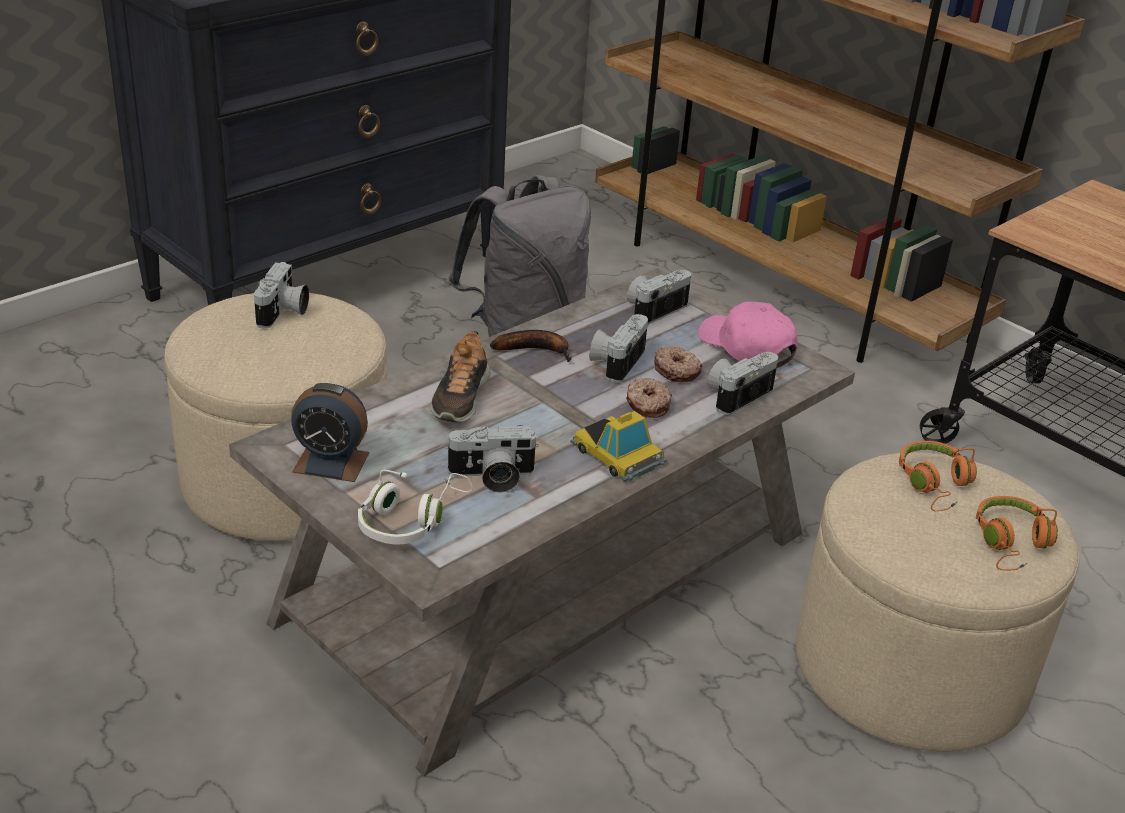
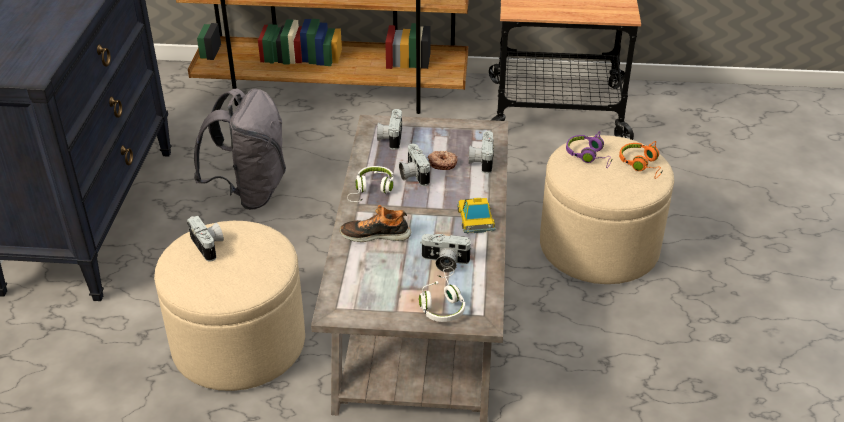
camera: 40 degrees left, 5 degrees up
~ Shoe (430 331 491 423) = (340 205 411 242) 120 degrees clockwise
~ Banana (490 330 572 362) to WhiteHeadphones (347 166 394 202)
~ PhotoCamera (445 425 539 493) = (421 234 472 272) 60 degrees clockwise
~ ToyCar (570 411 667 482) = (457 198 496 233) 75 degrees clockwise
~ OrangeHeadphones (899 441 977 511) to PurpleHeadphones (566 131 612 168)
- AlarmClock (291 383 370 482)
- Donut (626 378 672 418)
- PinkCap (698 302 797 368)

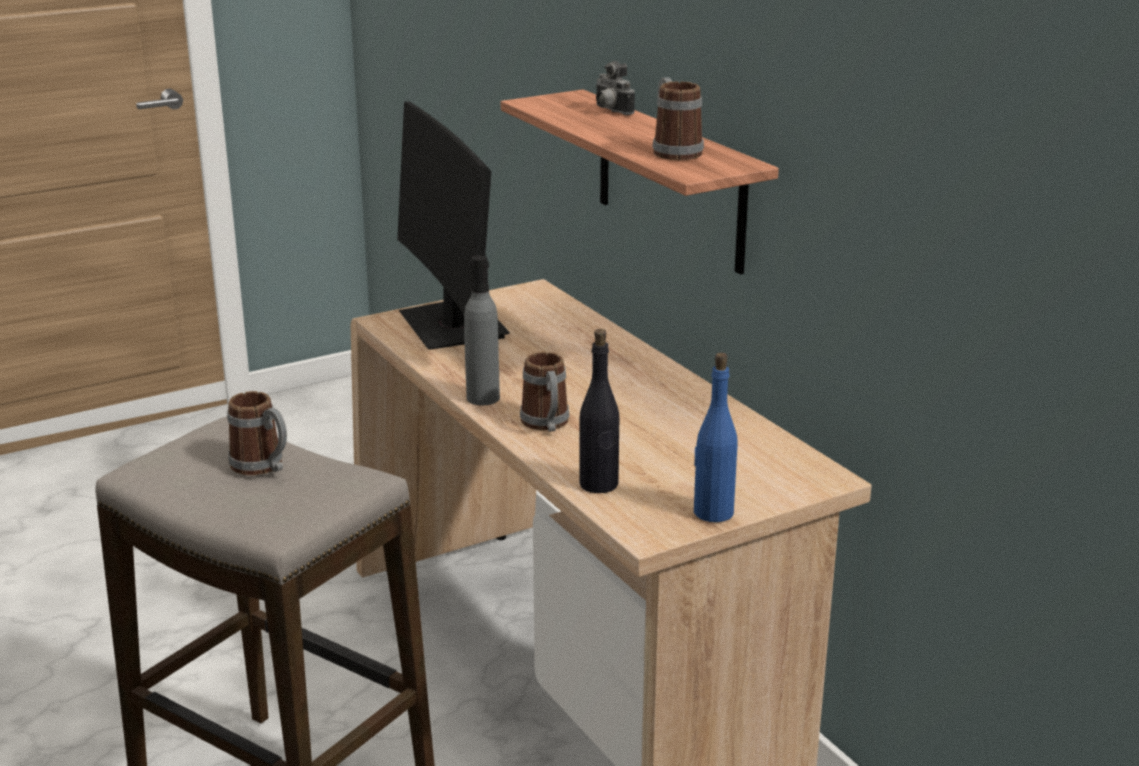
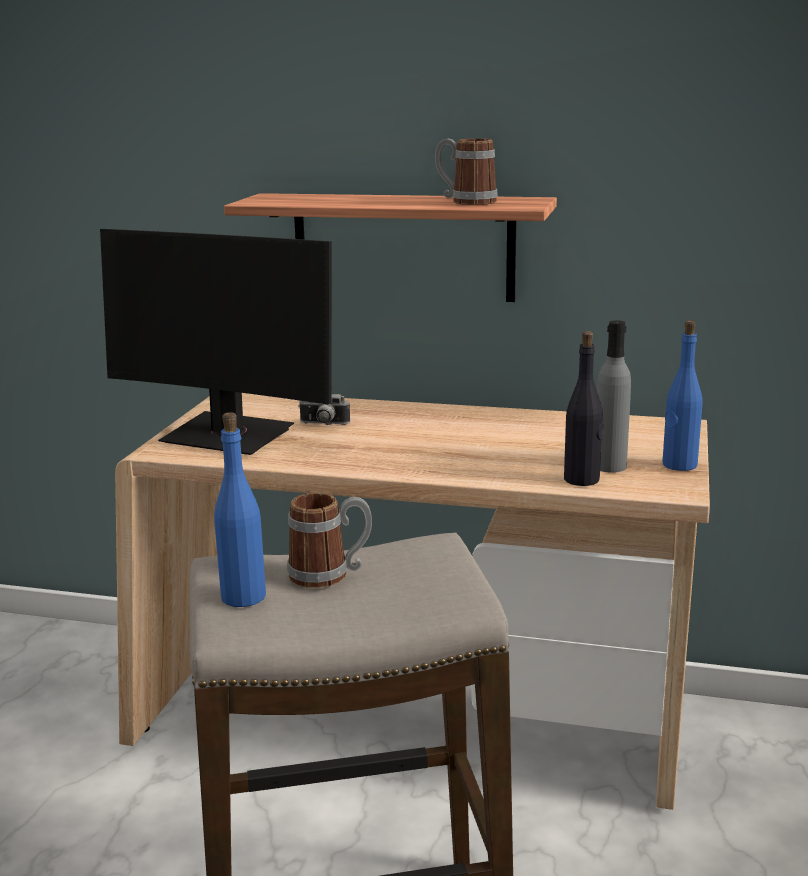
camera: 45 degrees left, 5 degrees down
+ BlueBottle (214 412 266 607)
~ PhotoCamera (596 61 635 115) to (298 383 350 425)
~ GreyBottle (464 255 500 405) to (597 320 631 473)
- Mug (520 352 570 432)

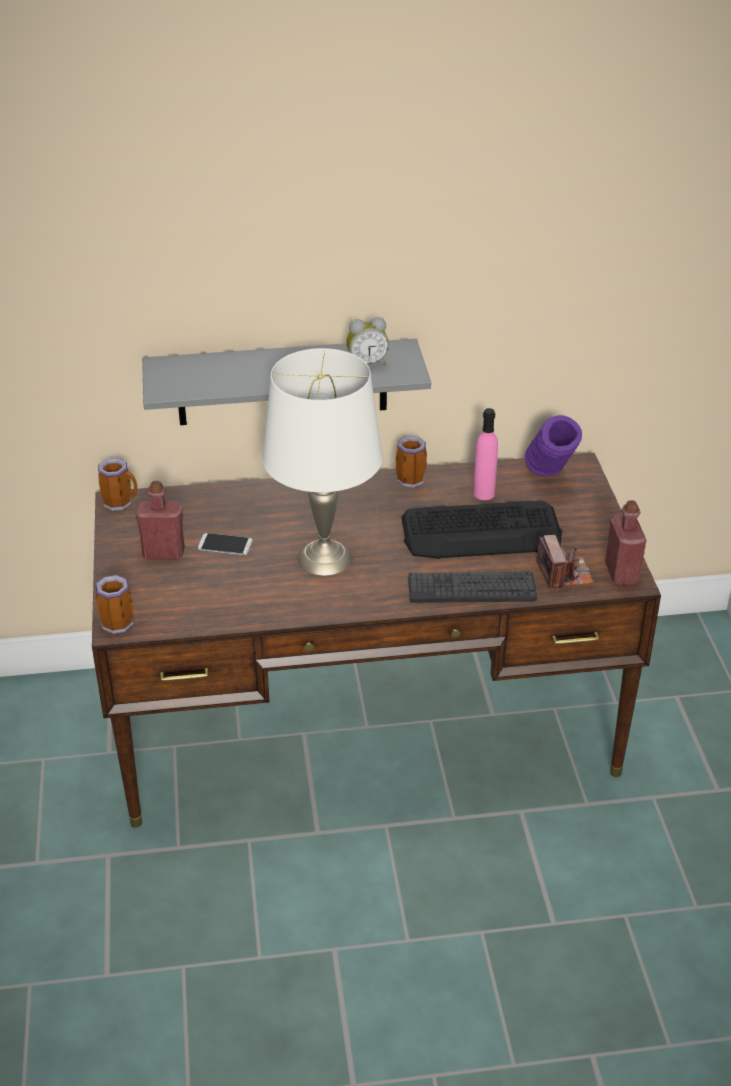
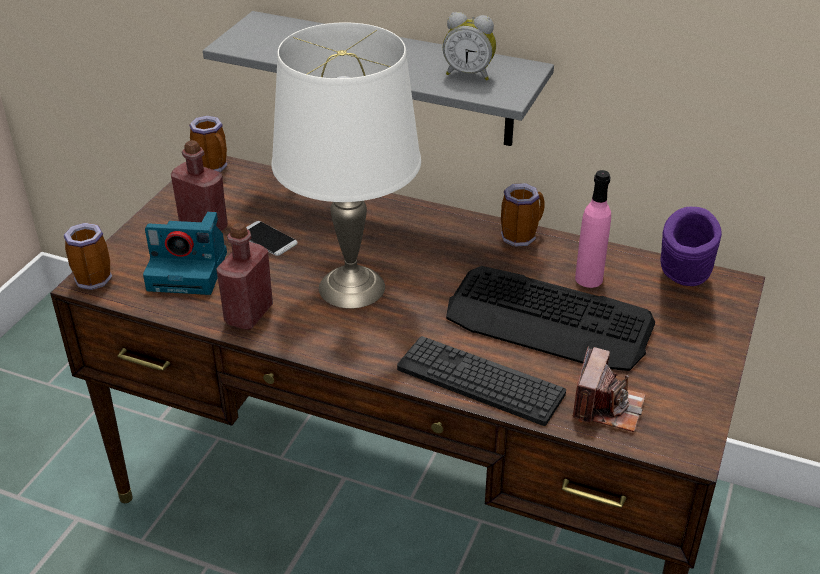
camera: 30 degrees right, 0 degrees up
+ PhotoCamera (143 212 227 295)
~ RedBottle (605 500 646 585) to (216 223 273 330)

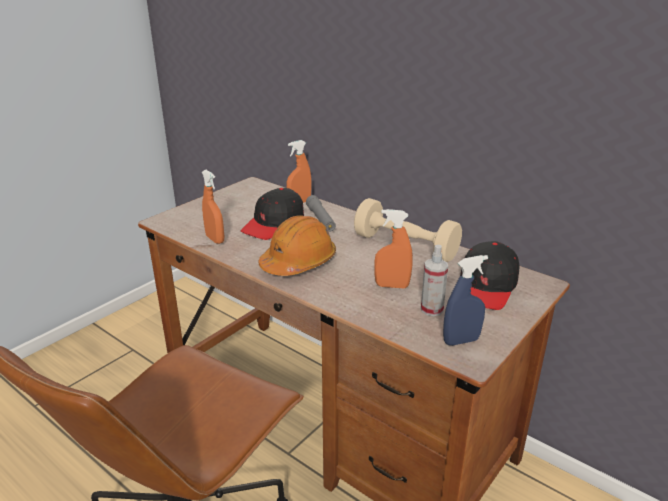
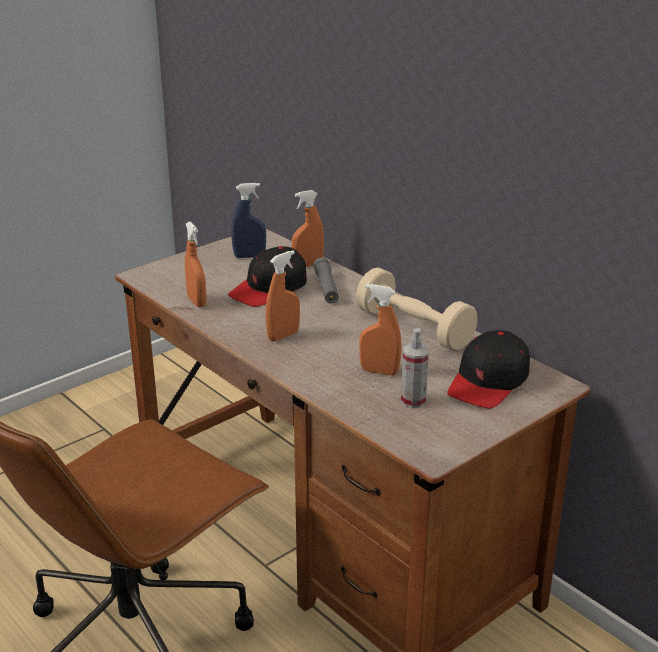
camera: 10 degrees right, 0 degrees up
~ BlueSprayBottle (443 255 488 346) to (231 183 266 258)
~ OrangeHardHat (258 215 336 276) to OrangeSprayBottle (266 250 300 341)

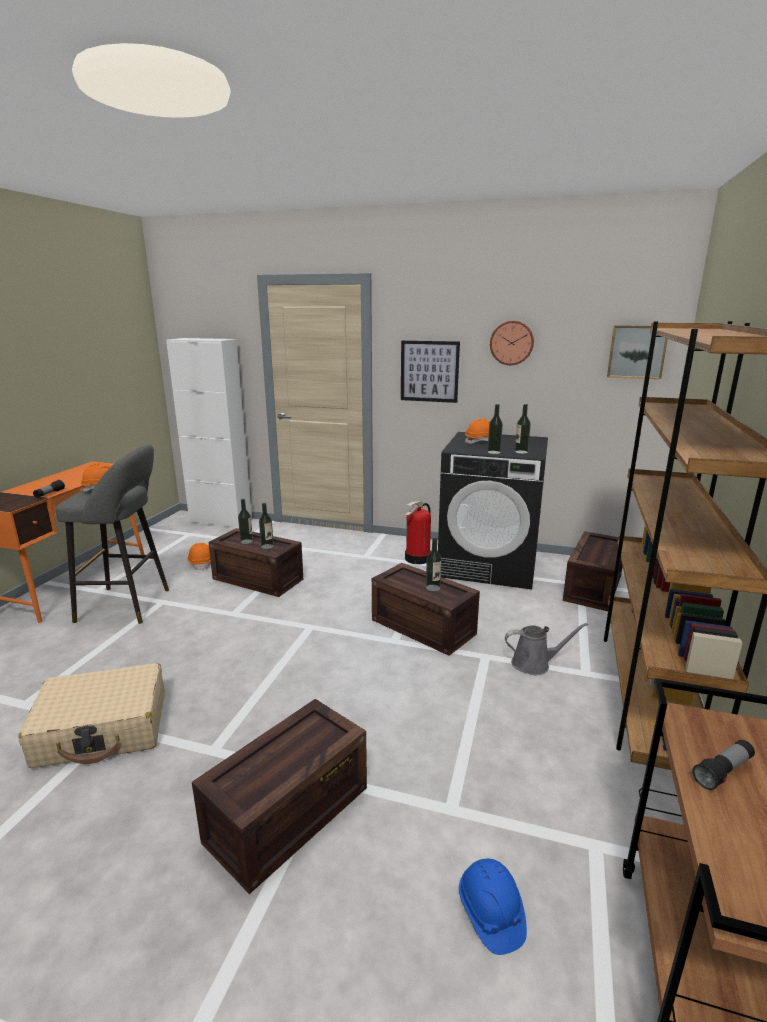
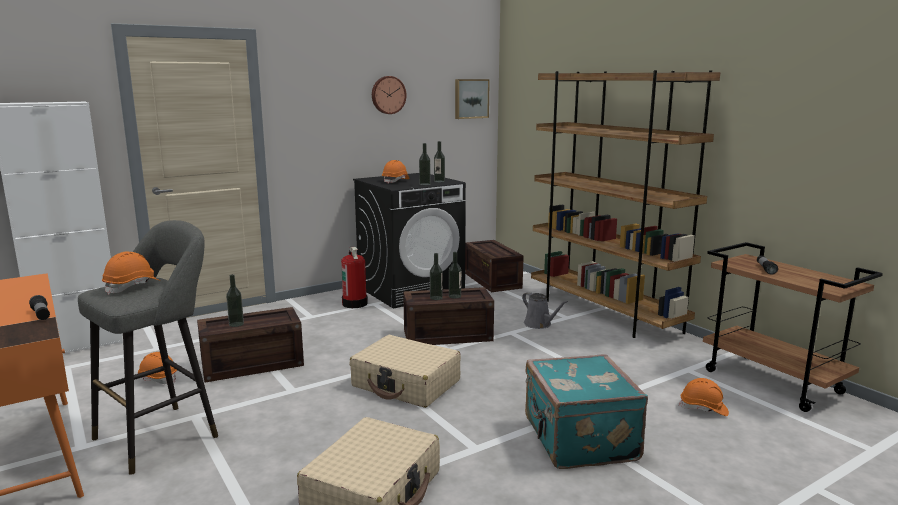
camera: 50 degrees left, 5 degrees down
+ BeigeSuitcase (349 335 461 408)
~ Bottle (259 503 274 549) to (430 253 443 300)
~ GreyWateringCan (505 623 588 675) = (522 292 568 329) 105 degrees clockwise
~ Crate (192 699 367 894) to TurquoiseSuitcase (525 354 648 469)
~ BlueHardHat (459 859 527 955) to OrangeHardHat (679 378 729 416)
- Picture (401 341 460 403)

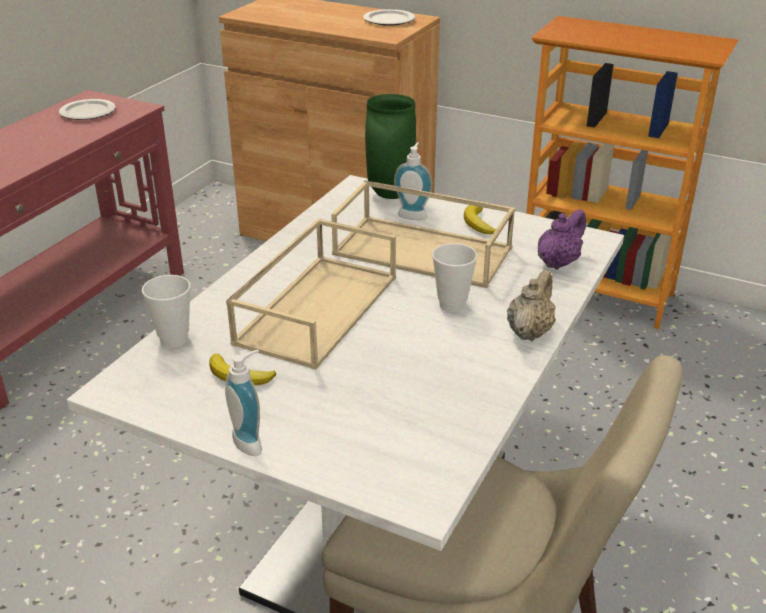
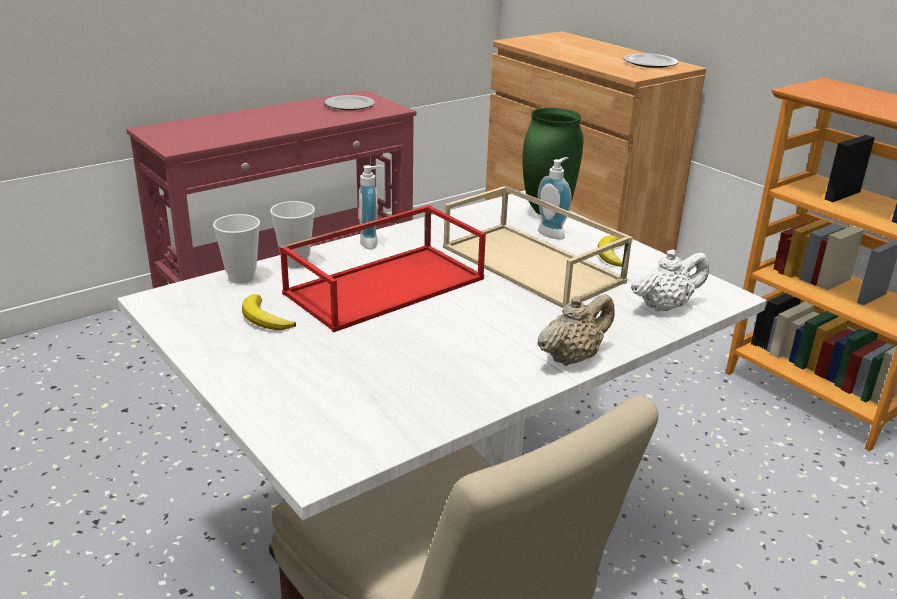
camera: 25 degrees right, 5 degrees down
~ Cup (432 243 478 312) to (270 201 315 268)
~ BeigeTray (226 218 396 370) to RedTray (279 205 486 332)
~ SoapDispenser (225 350 262 456) to (359 165 385 249)
~ PurpleTeapot (538 209 586 270) to WhiteTeapot (631 250 709 312)

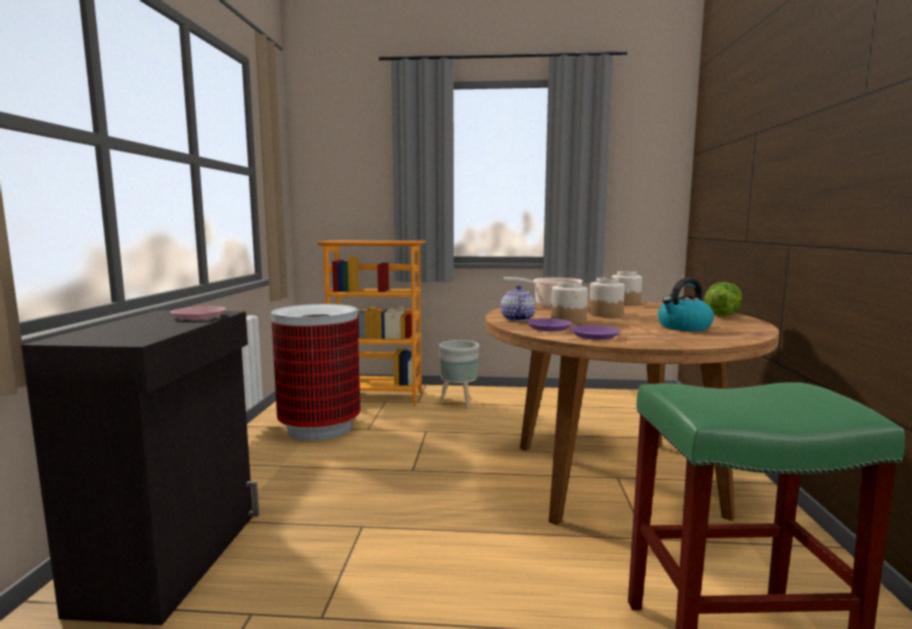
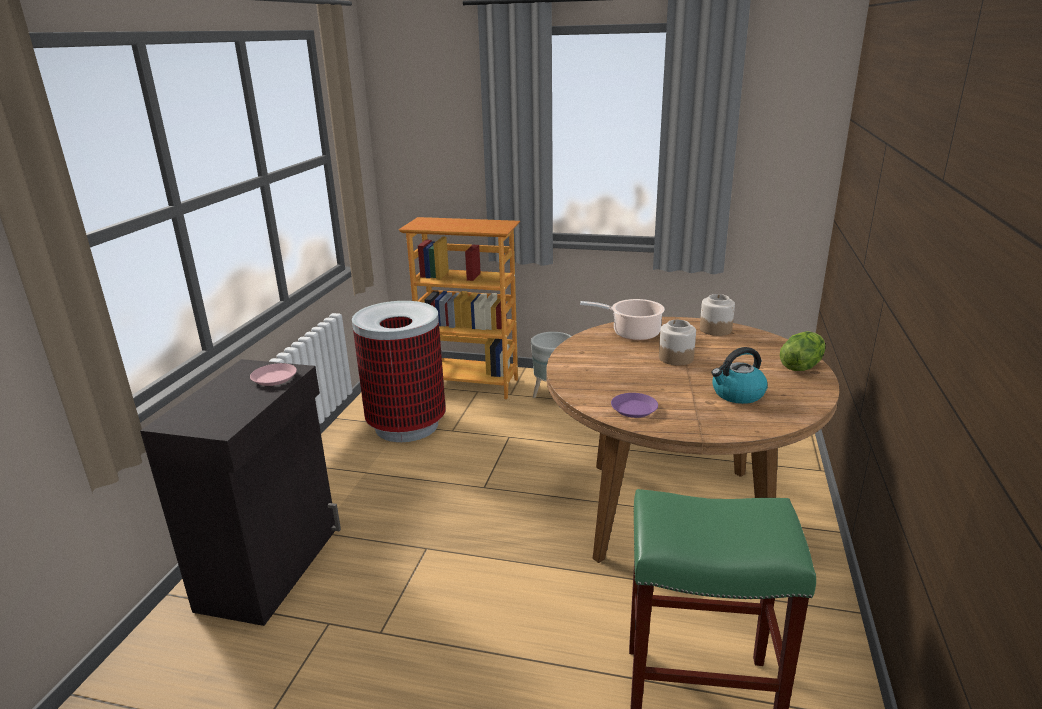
camera: 10 degrees right, 15 degrees up
- Teapot (501 285 536 321)
- PurplePlate (527 318 573 332)
- Jar (551 281 588 324)

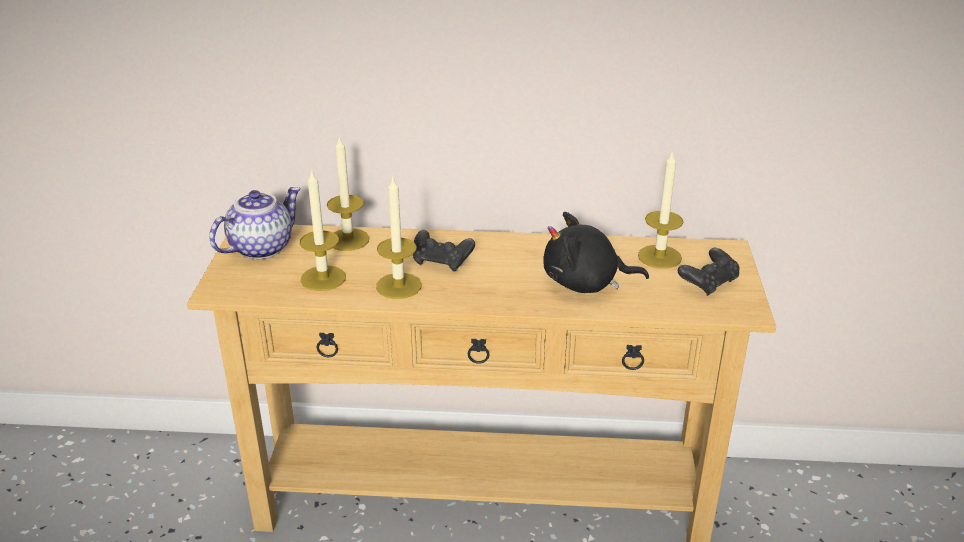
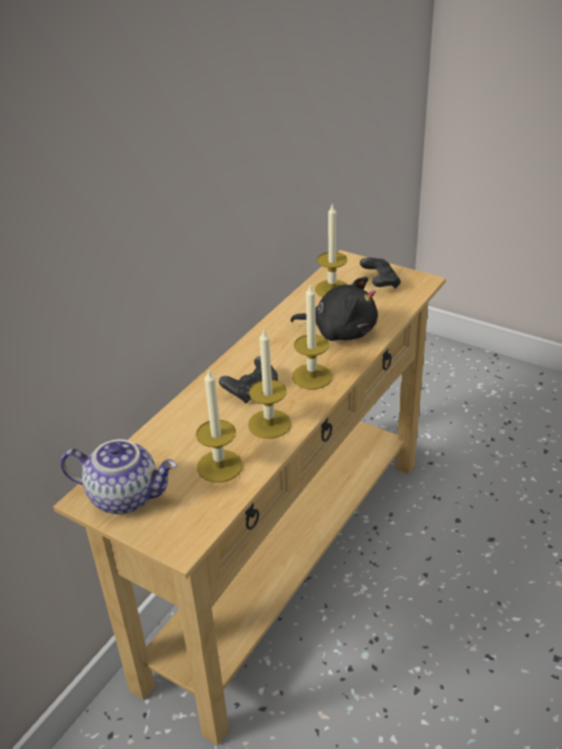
camera: 60 degrees left, 5 degrees up
~ Teapot (209 187 301 259) = (60 439 177 514) 120 degrees clockwise
~ BlackPlushToy (543 212 649 293) = (291 277 378 341) 105 degrees counterclockwise
~ Candle (327 136 370 251) to (292 283 332 389)

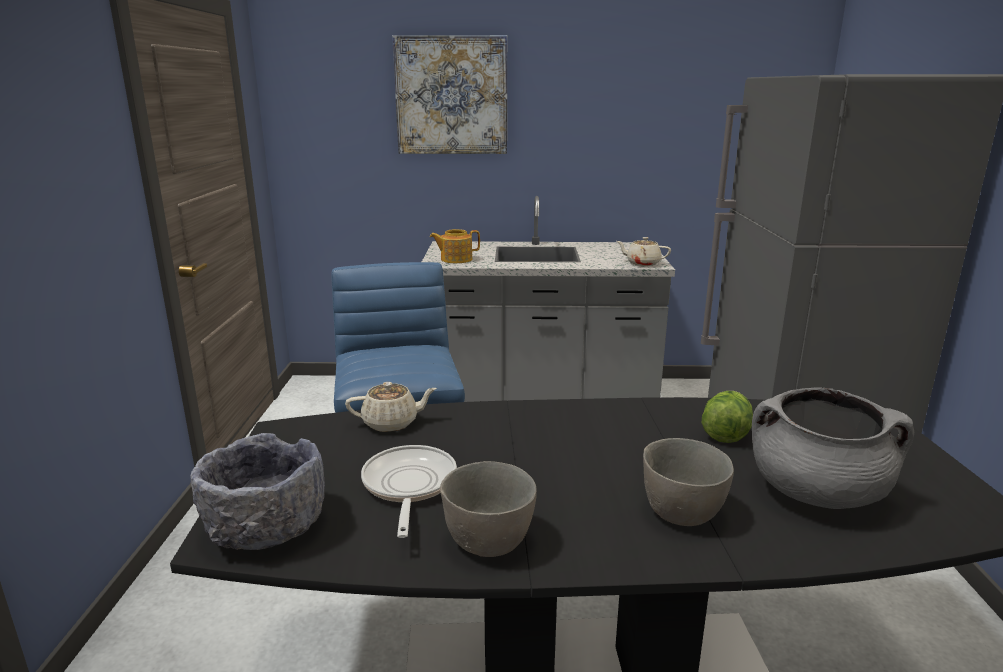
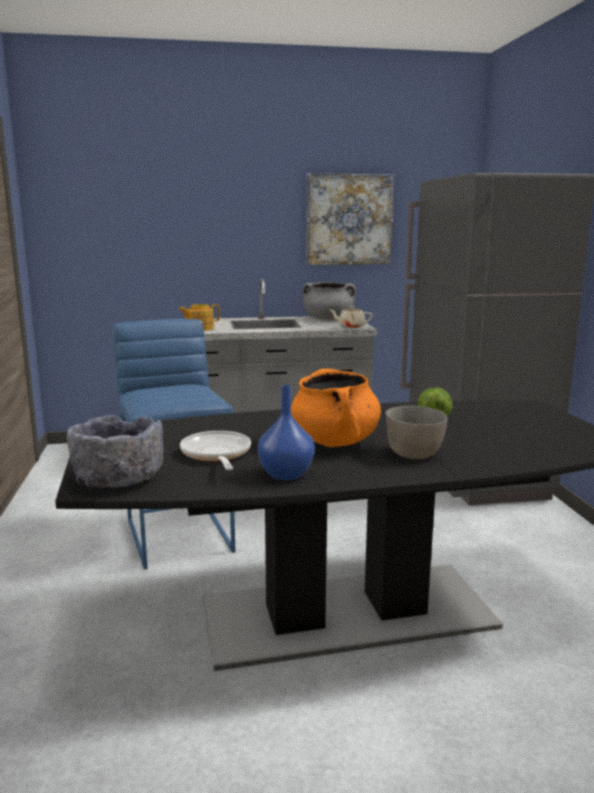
camera: 10 degrees left, 5 degrees down
~ GreyBowl (440 461 537 557) to BlueVase (258 385 315 480)
+ OrangeCookingPot (291 369 381 447)
~ GreyCookingPot (752 387 914 509) to (302 282 356 320)
~ Picture (392 35 507 154) to (306 173 395 265)
- BeigeTeapot (345 382 437 432)

